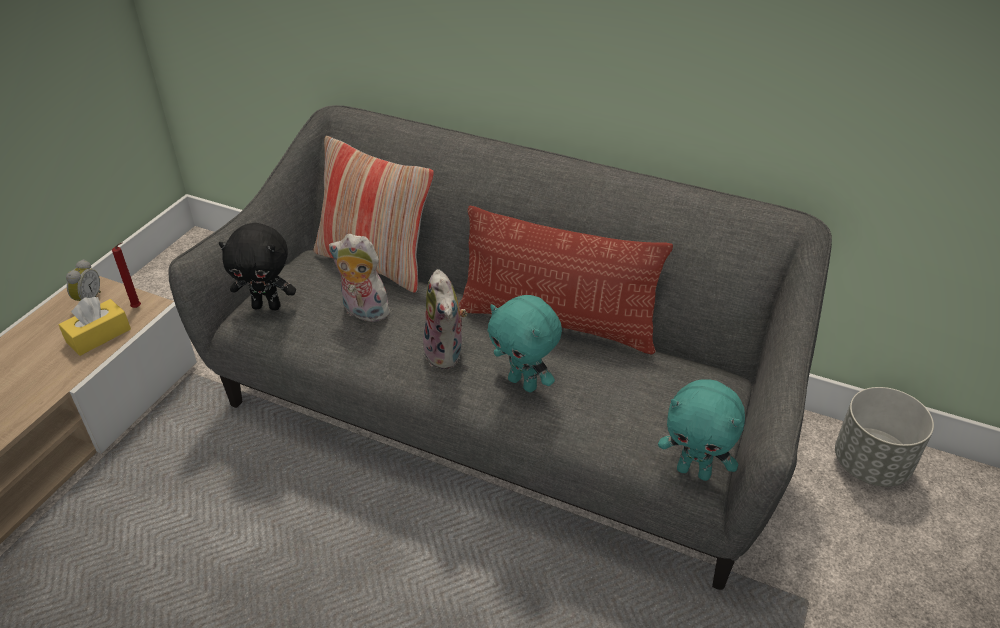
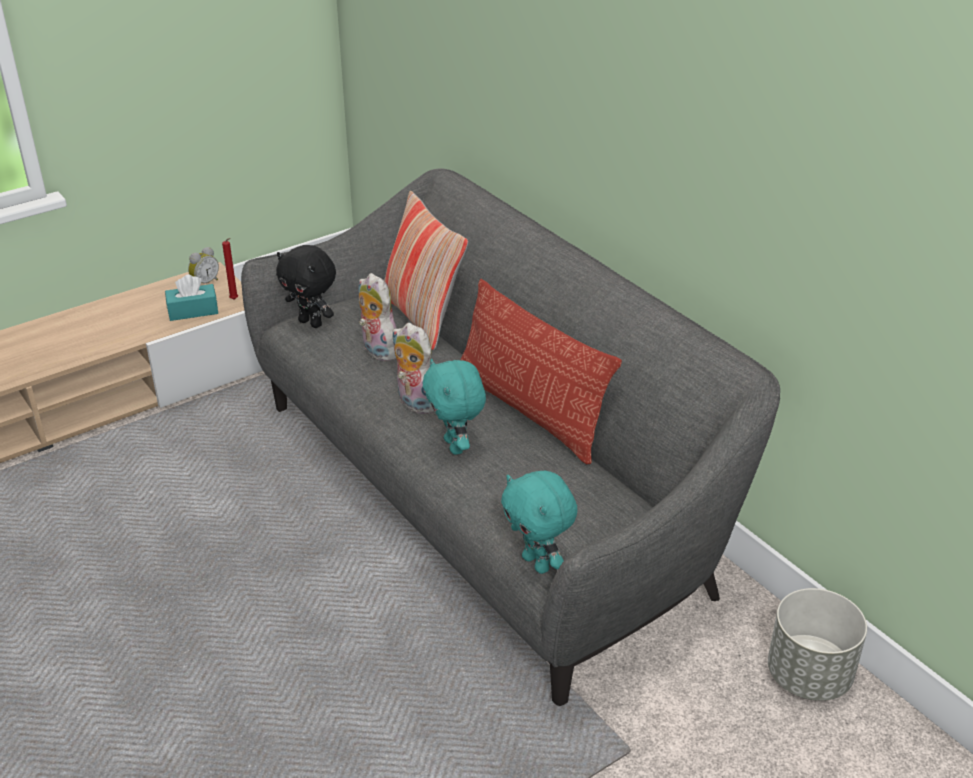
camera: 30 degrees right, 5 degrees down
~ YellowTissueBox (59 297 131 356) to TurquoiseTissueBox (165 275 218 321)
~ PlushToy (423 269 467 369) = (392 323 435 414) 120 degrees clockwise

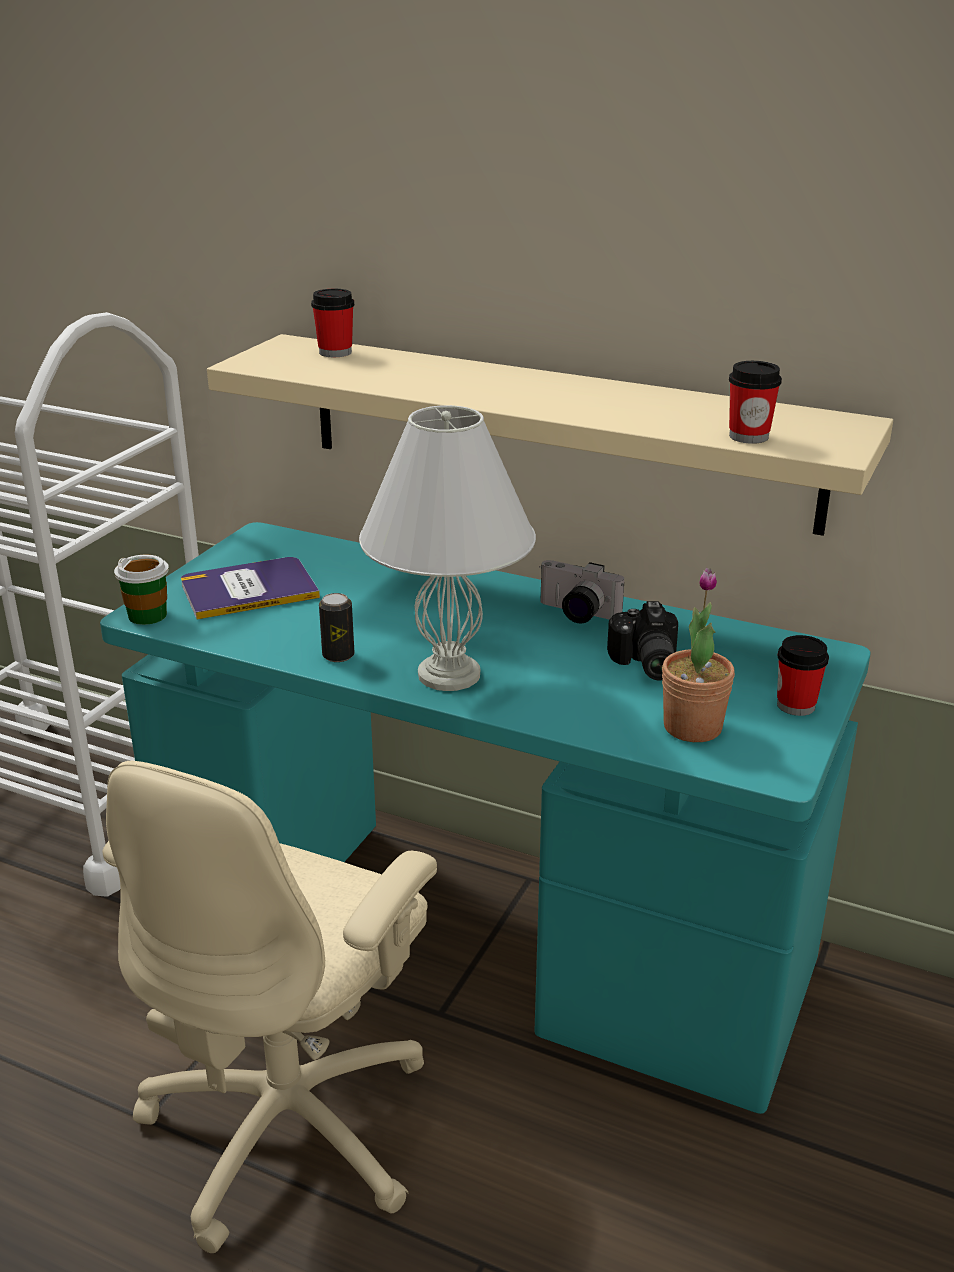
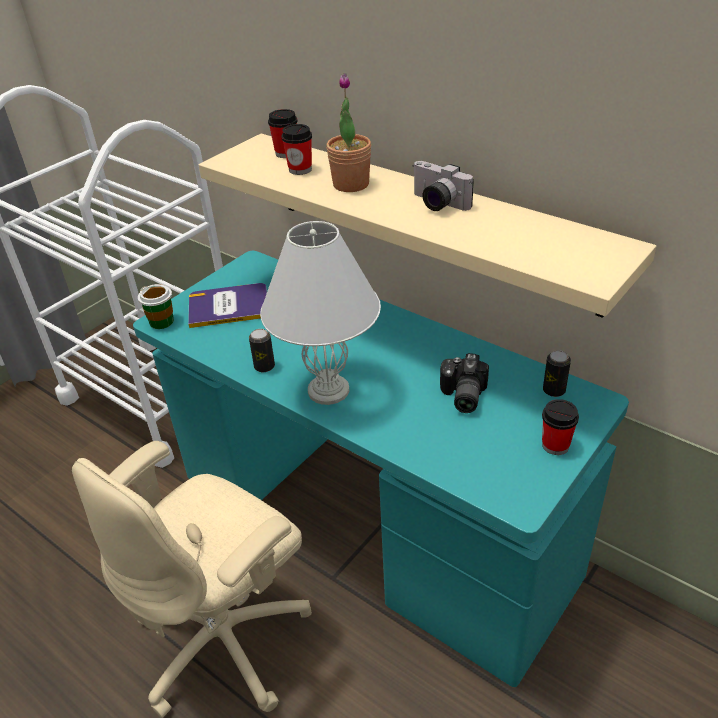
camera: 15 degrees right, 10 degrees up
~ Cup (729 361 782 444) to (281 124 312 175)
~ PottedPlant (662 568 735 742) to (326 73 371 192)
~ PhotoCamera (539 560 624 623) to (413 161 474 211)
+ Can (543 350 571 397)

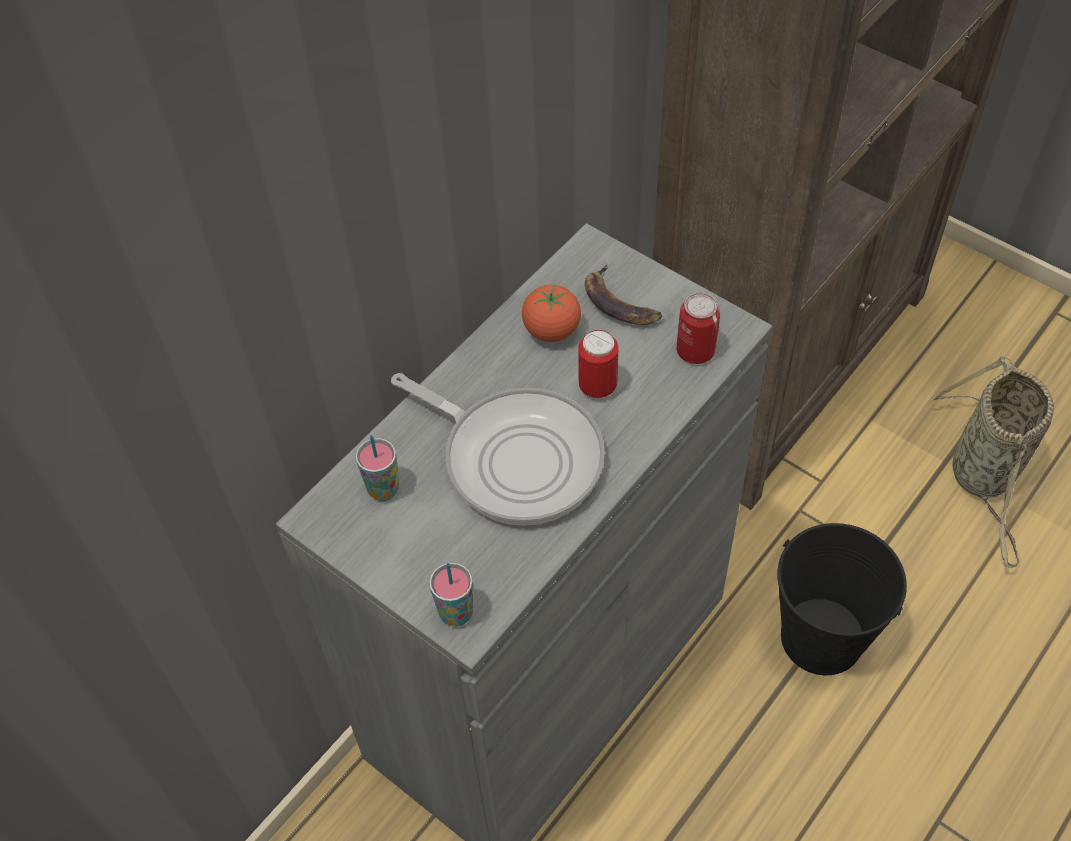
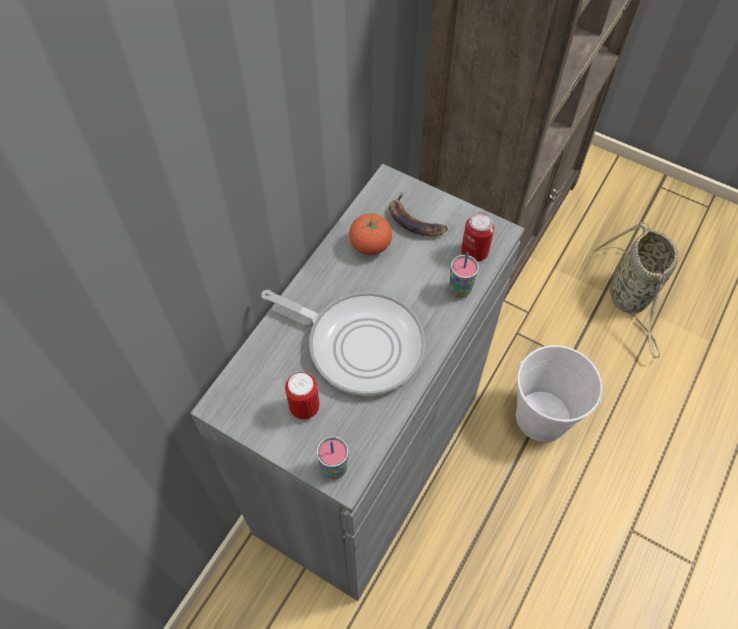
camera: 10 degrees left, 5 degrees up
~ Can (578 330 619 399) to (285 372 320 419)
~ Cup (356 435 399 501) to (449 252 479 298)
~ BlackBucket (777 523 907 675) to WhiteBucket (516 345 602 442)

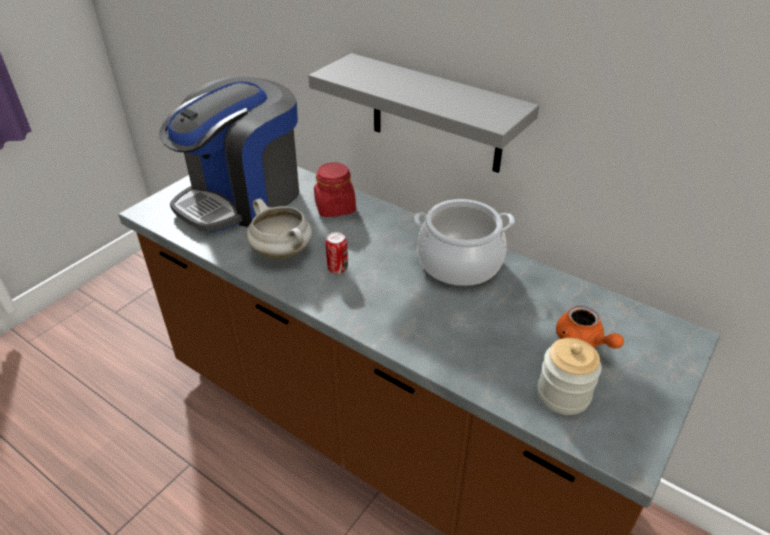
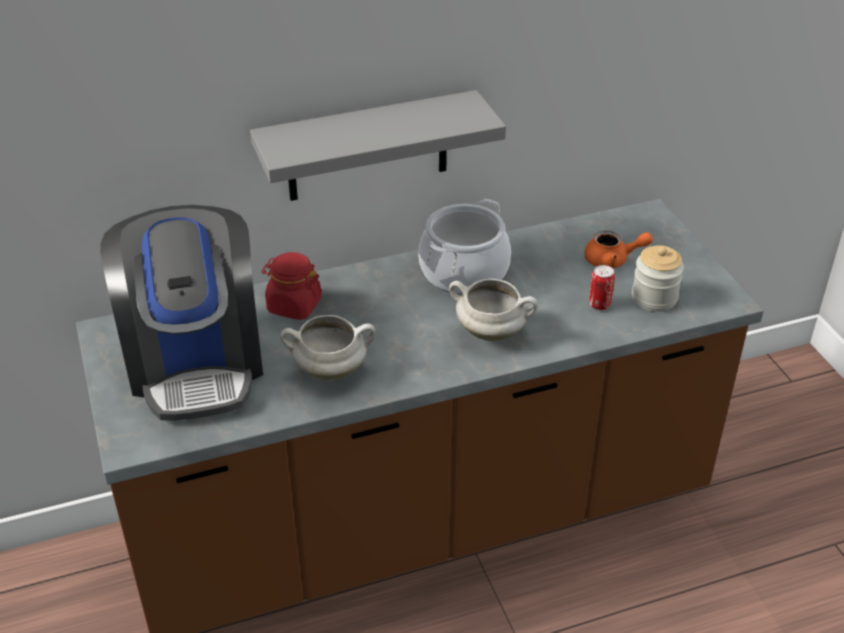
camera: 55 degrees left, 0 degrees up
+ WhiteCookingPot (449 279 538 341)
~ Can (326 232 348 274) to (589 265 615 310)

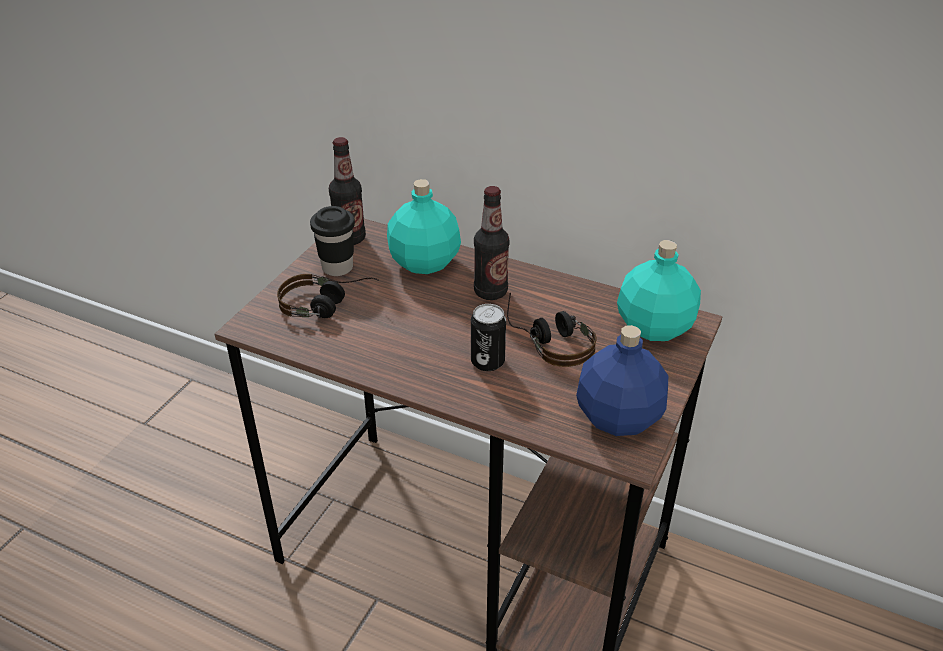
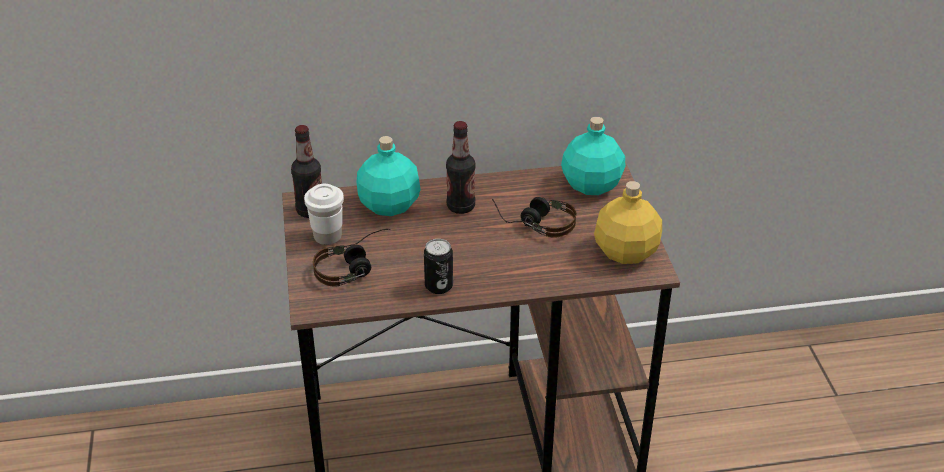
camera: 35 degrees left, 0 degrees up
~ BlackCup (310 206 355 276) to WhiteCup (304 184 344 245)
~ Can (471 304 506 371) to (424 239 453 294)
~ BlueBottle (576 325 668 436) to YellowBottle (594 181 662 264)

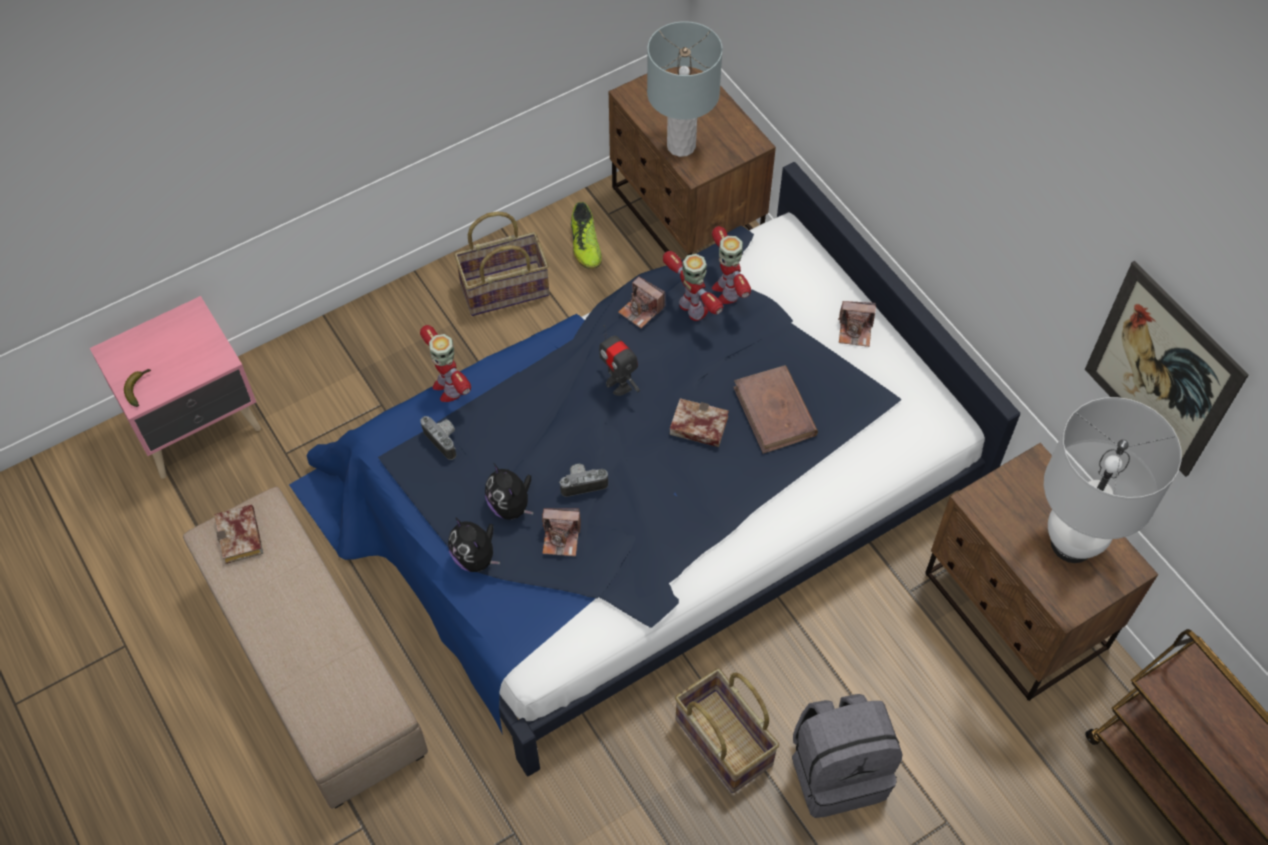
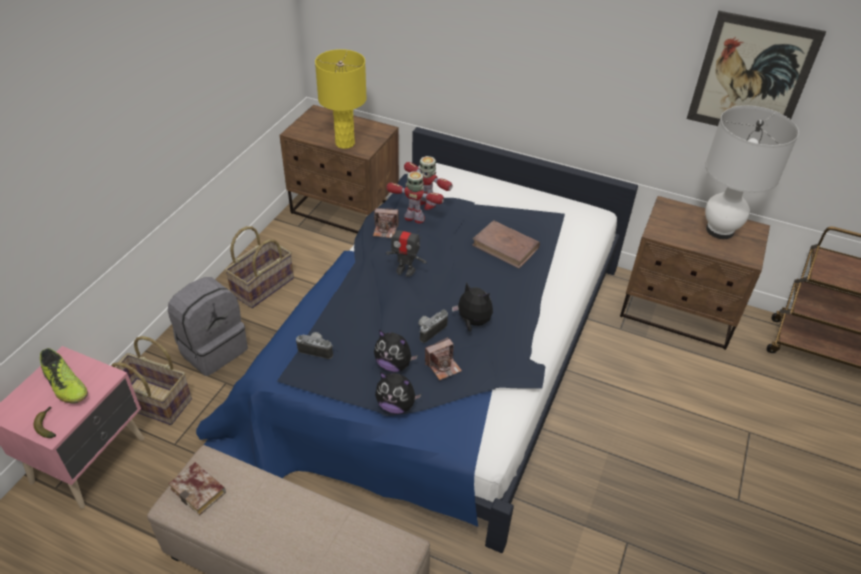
camera: 35 degrees left, 15 degrees down
~ Shoe (571 202 602 269) to (40 348 88 404)
~ Basket (675 668 779 793) to (111 336 192 425)
~ GreyBackpack (792 694 902 818) to (168 277 248 376)
~ GreyTableLamp (647 21 723 157) to YellowTableLamp (315 49 367 149)
+ PlushToy (452 282 493 332)
- ToyRobot (420 325 471 402)
- Book (670 398 729 447)
- PhotoCamera (838 301 876 347)

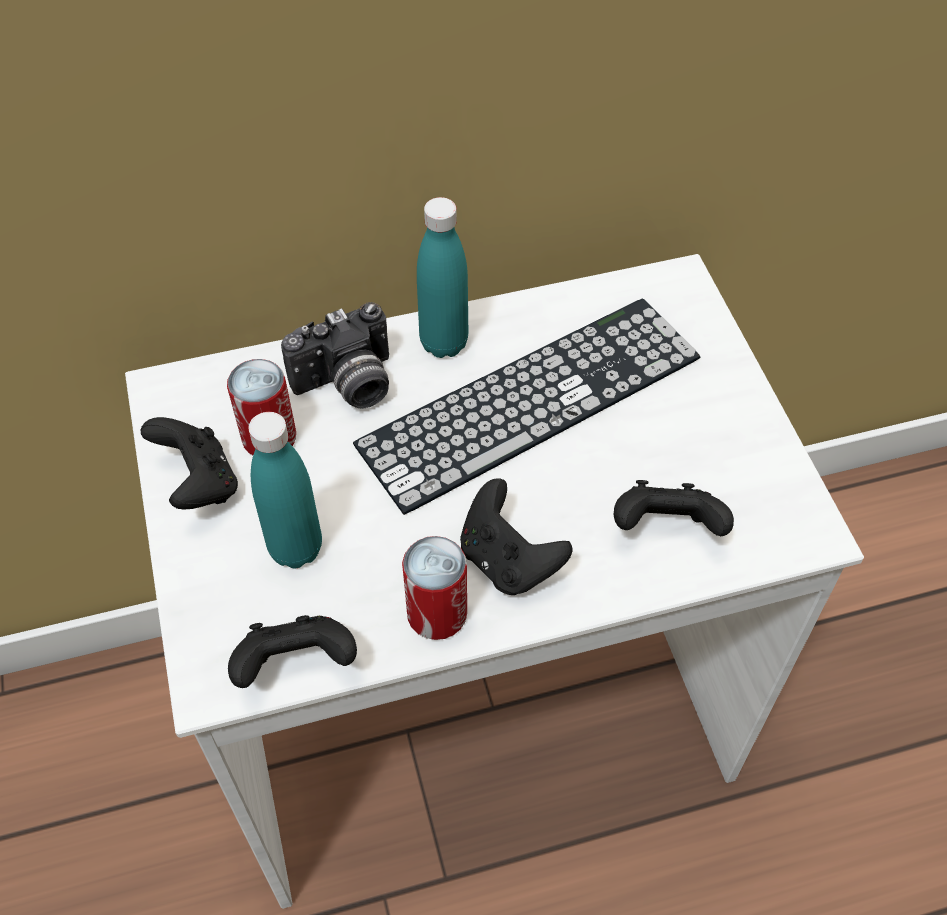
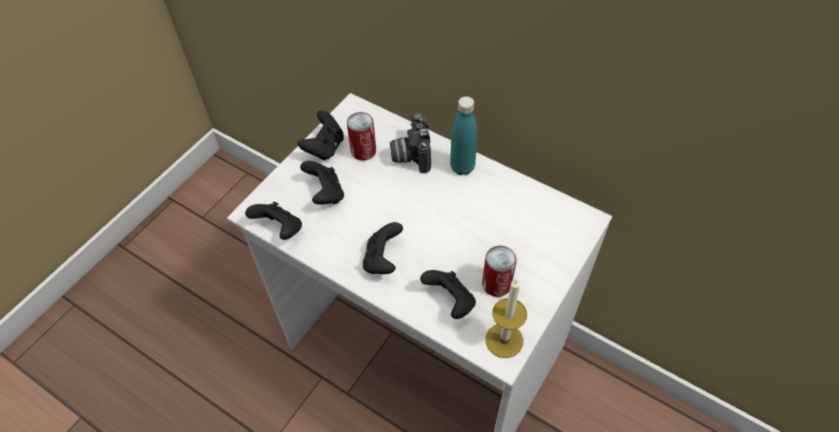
camera: 50 degrees right, 0 degrees up
~ TurquoiseBottle (249 412 322 569) to BlackGameController (300 161 344 205)
~ PhotoCamera (281 302 389 409) = (390 113 431 173) 60 degrees clockwise
~ Can (402 536 467 640) to (482 246 517 297)
+ Candle (486 279 527 358)
- Keyboard (353 298 700 515)

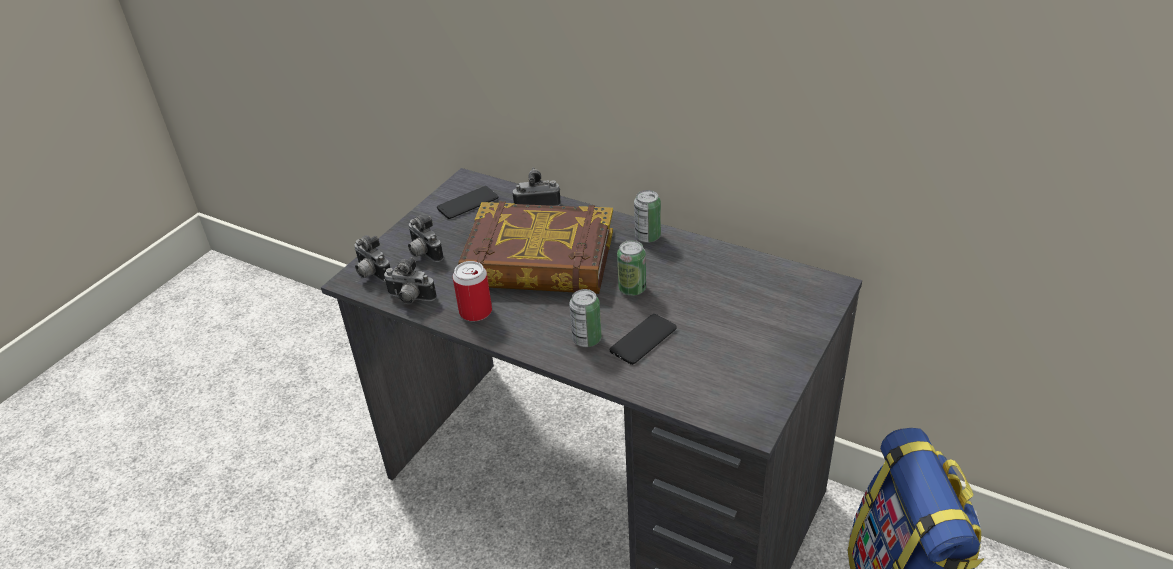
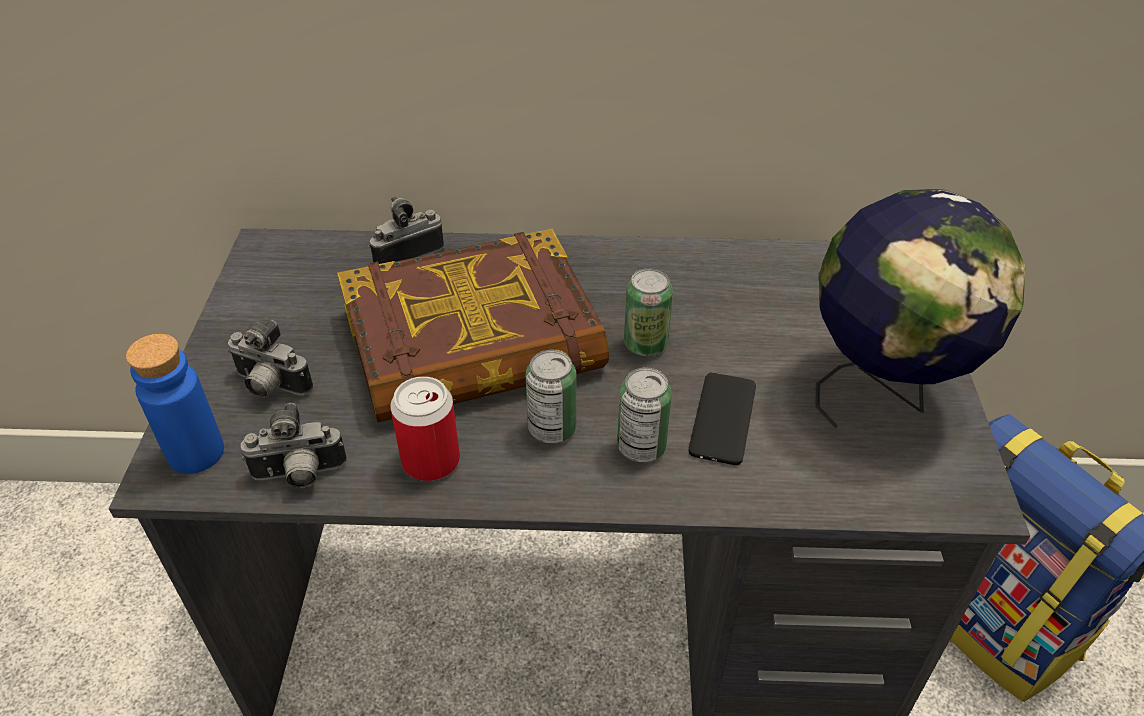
camera: 30 degrees left, 5 degrees up
~ PhotoCamera (355 235 390 282) to BlueBottle (126 334 224 474)
~ Can (634 190 661 243) to (526 350 577 444)
+ Globe (815 189 1025 428)
- Phone (437 186 498 219)

